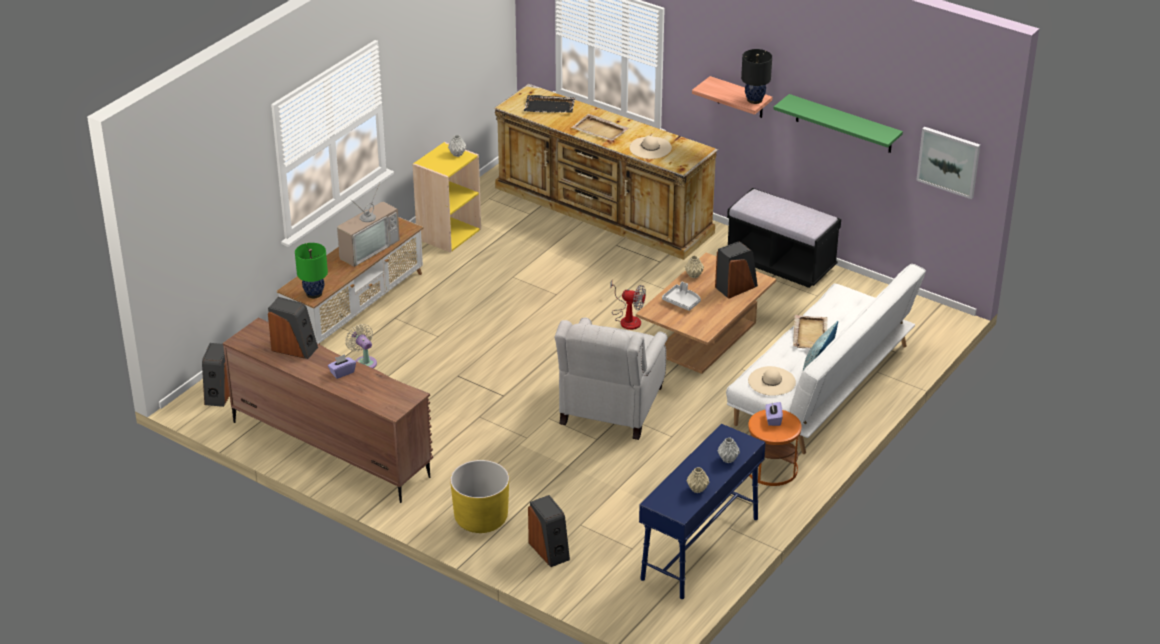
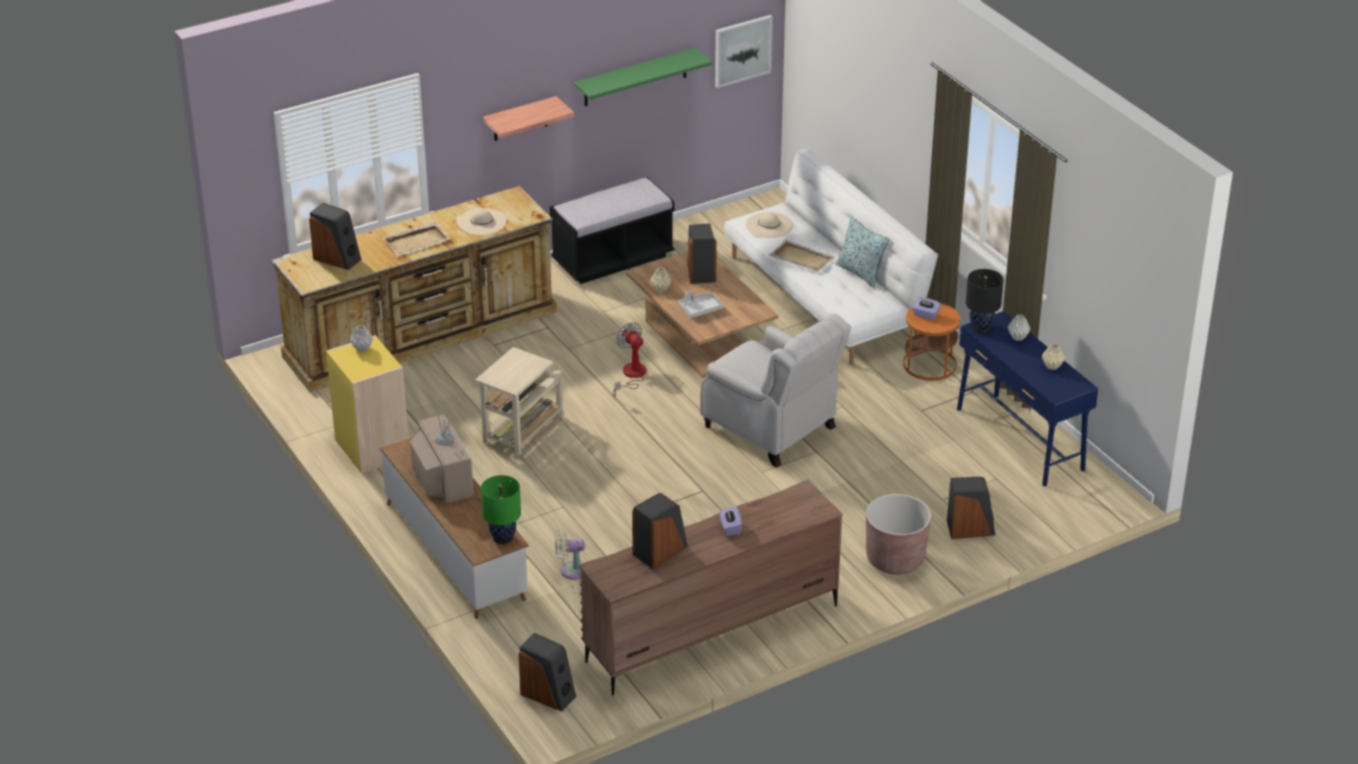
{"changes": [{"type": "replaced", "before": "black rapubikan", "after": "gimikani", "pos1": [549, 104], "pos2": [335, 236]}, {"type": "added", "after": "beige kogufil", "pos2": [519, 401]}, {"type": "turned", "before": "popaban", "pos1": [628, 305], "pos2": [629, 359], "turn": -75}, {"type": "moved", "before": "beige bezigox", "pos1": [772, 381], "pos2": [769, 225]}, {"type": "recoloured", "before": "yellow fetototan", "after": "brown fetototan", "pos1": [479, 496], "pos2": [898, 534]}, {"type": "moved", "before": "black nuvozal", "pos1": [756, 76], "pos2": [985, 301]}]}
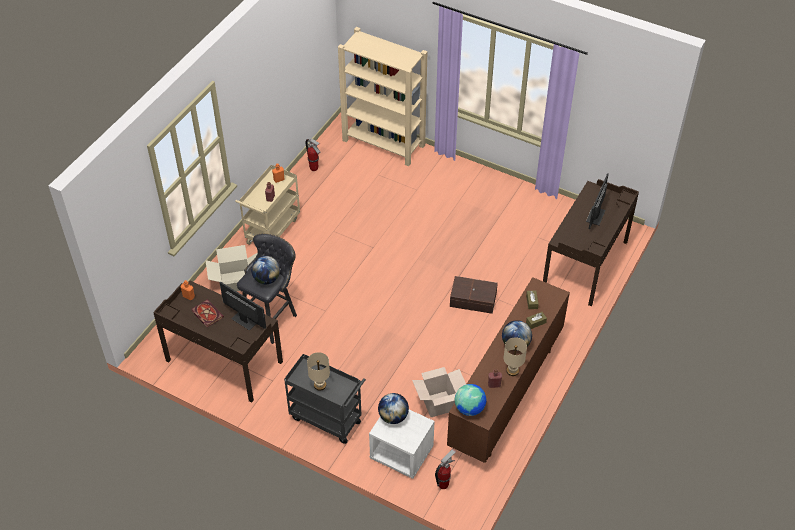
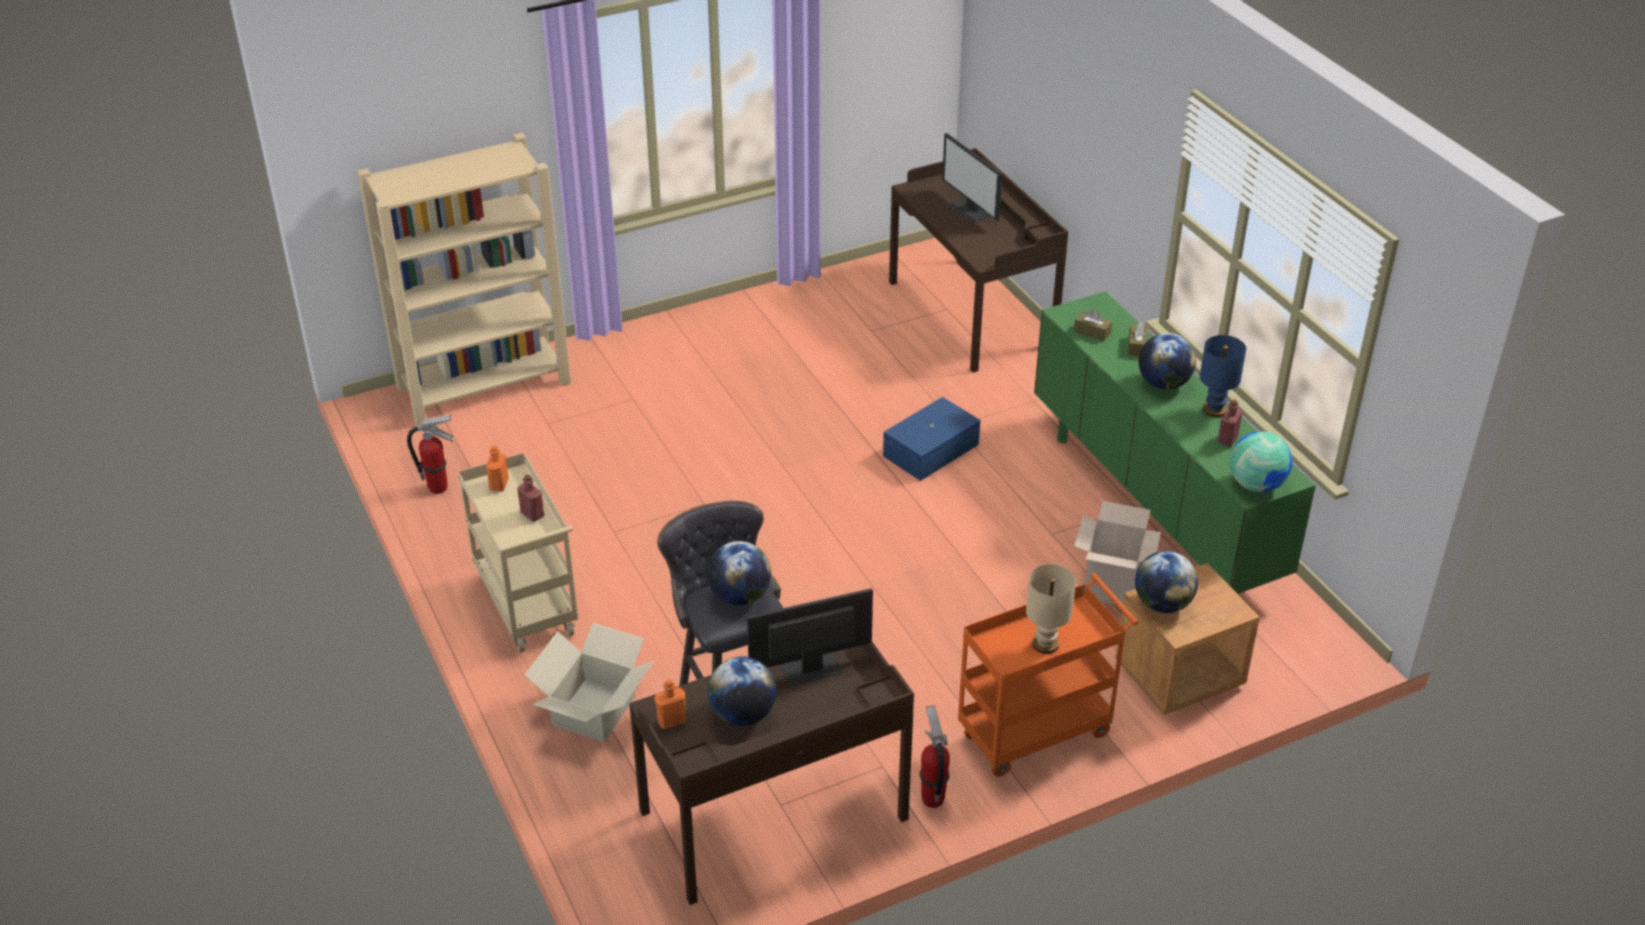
{"changes": [{"type": "replaced", "before": "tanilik", "after": "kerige", "pos1": [208, 313], "pos2": [742, 691]}, {"type": "recoloured", "before": "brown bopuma", "after": "blue bopuma", "pos1": [474, 295], "pos2": [931, 439]}, {"type": "moved", "before": "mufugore", "pos1": [445, 469], "pos2": [934, 757]}, {"type": "recoloured", "before": "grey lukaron", "after": "orange lukaron", "pos1": [325, 399], "pos2": [1048, 675]}, {"type": "recoloured", "before": "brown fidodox", "after": "green fidodox", "pos1": [508, 370], "pos2": [1175, 442]}, {"type": "recoloured", "before": "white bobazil", "after": "brown bobazil", "pos1": [401, 444], "pos2": [1187, 639]}, {"type": "recoloured", "before": "beige nuvozal", "after": "blue nuvozal", "pos1": [515, 356], "pos2": [1223, 376]}]}
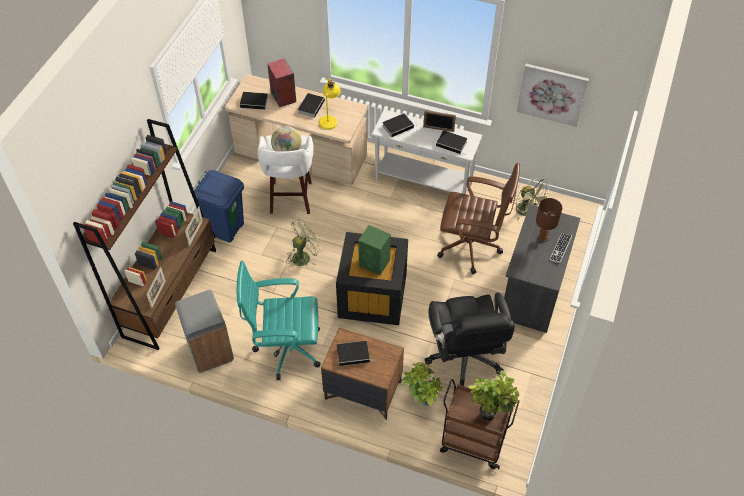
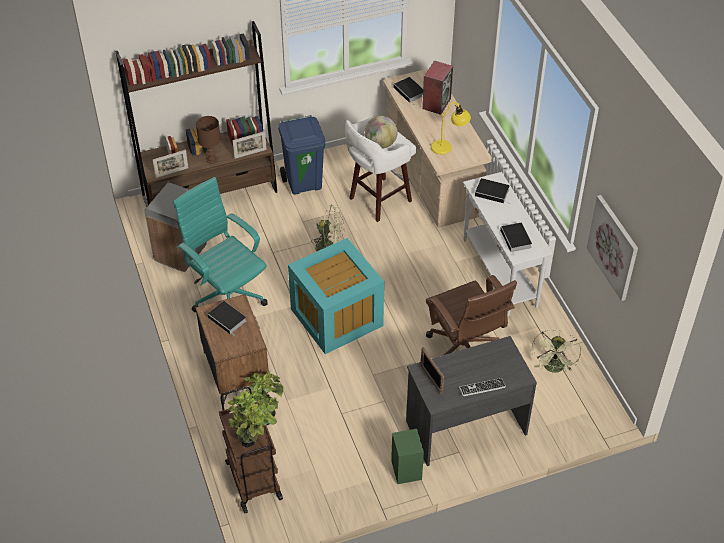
{"changes": [{"type": "moved", "before": "brown nuvozal", "pos1": [549, 220], "pos2": [208, 140]}, {"type": "recoloured", "before": "black bopuma", "after": "turquoise bopuma", "pos1": [372, 278], "pos2": [336, 296]}, {"type": "moved", "before": "green gimikani", "pos1": [374, 250], "pos2": [407, 456]}, {"type": "moved", "before": "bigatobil", "pos1": [439, 121], "pos2": [432, 371]}, {"type": "removed", "before": "tanilik", "pos1": [311, 105]}, {"type": "removed", "before": "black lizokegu", "pos1": [470, 339]}]}
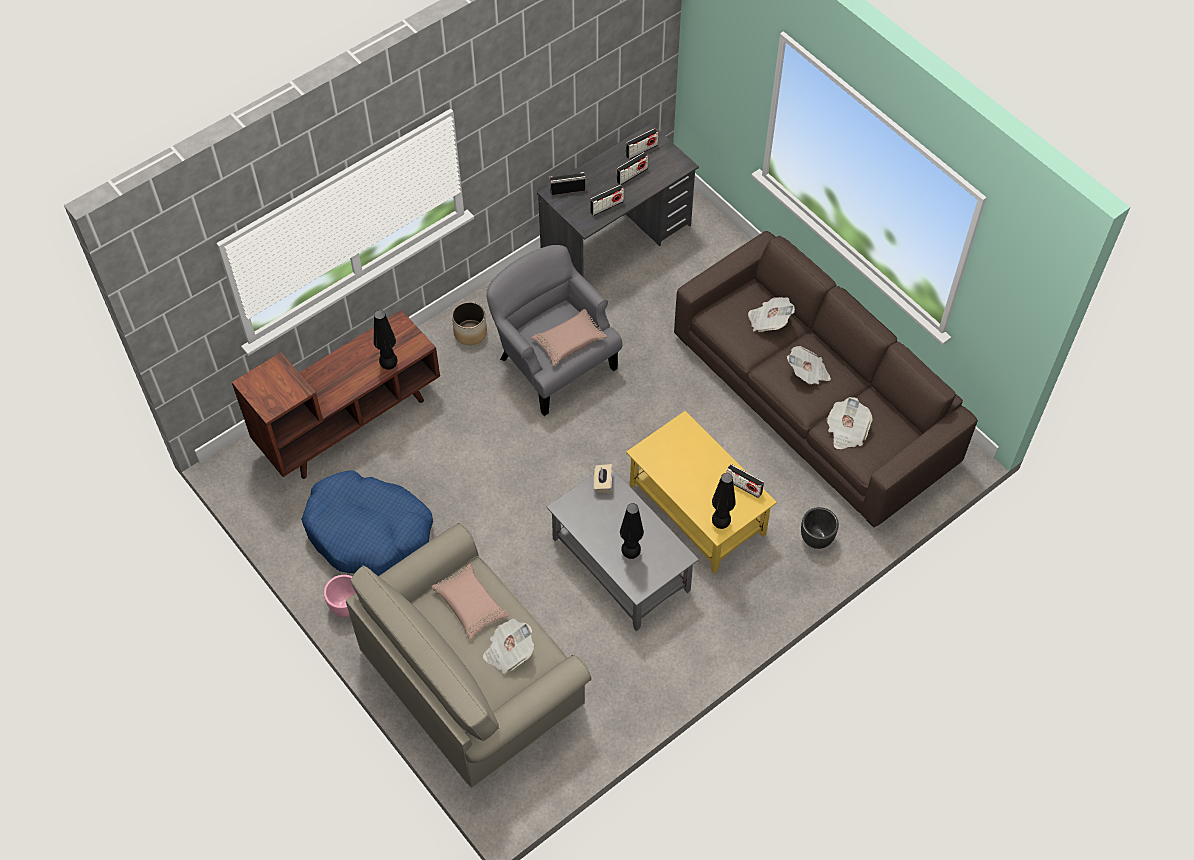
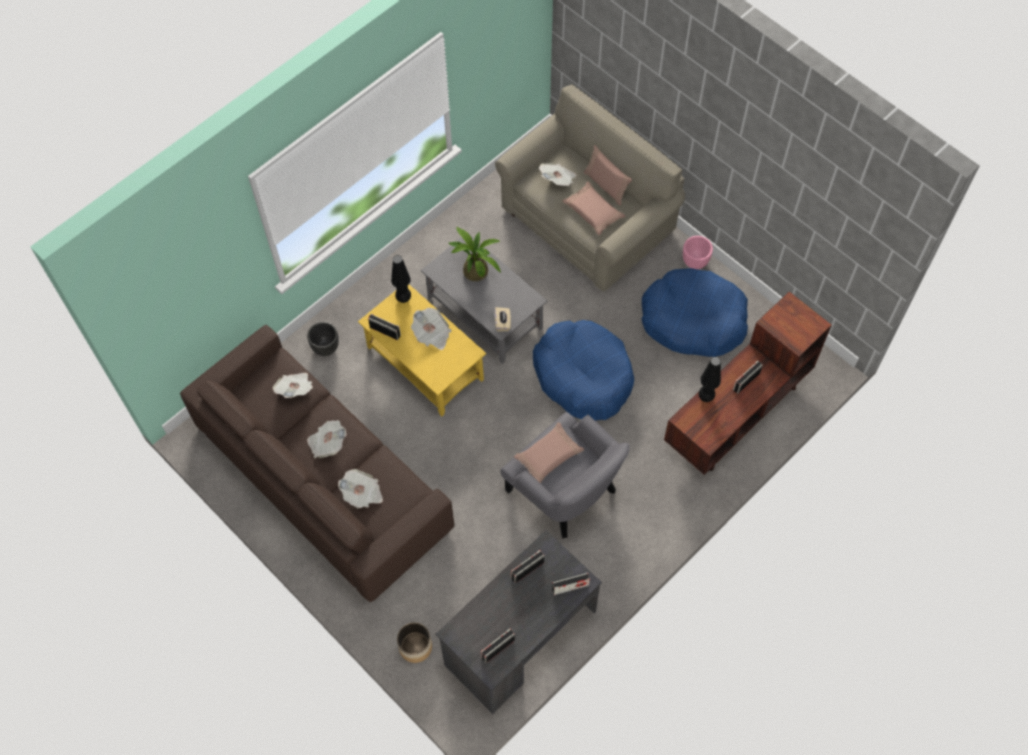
{"changes": [{"type": "moved", "before": "fetototan", "pos1": [469, 323], "pos2": [414, 642]}, {"type": "added", "after": "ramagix", "pos2": [431, 329]}, {"type": "replaced", "before": "black nuvozal", "after": "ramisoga", "pos1": [632, 531], "pos2": [475, 254]}, {"type": "added", "after": "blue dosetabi", "pos2": [583, 370]}, {"type": "added", "after": "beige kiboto", "pos2": [608, 175]}, {"type": "moved", "before": "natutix", "pos1": [632, 168], "pos2": [748, 377]}]}
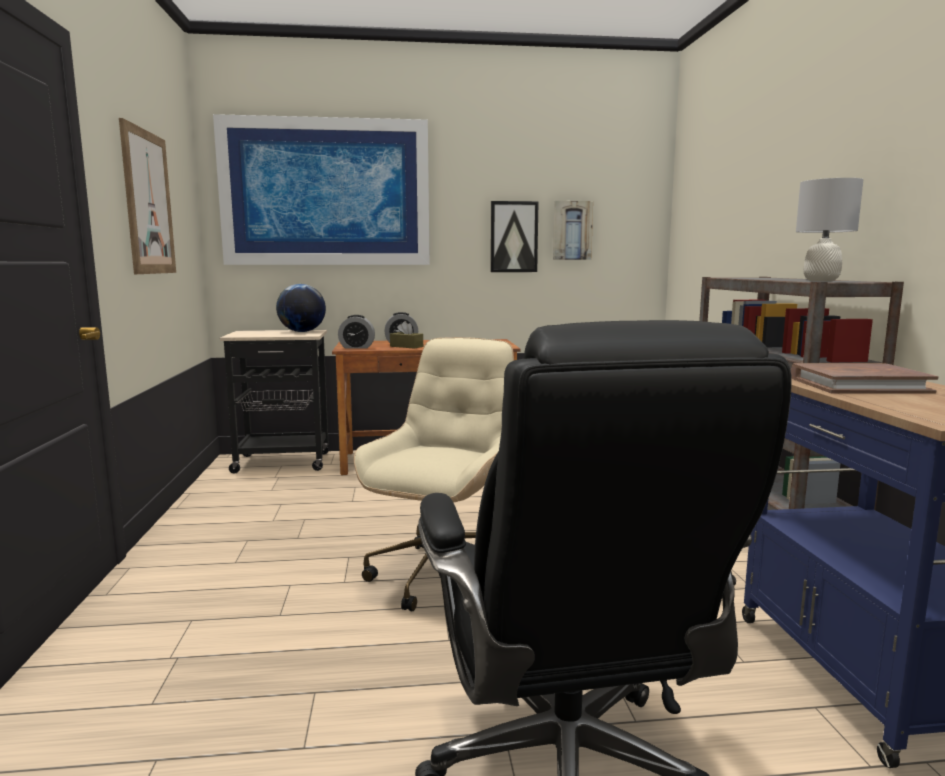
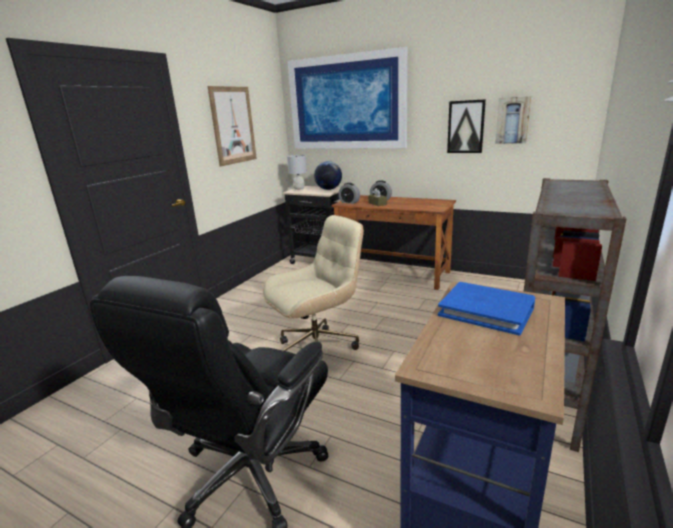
{"changes": [{"type": "moved", "before": "grey nuvozal", "pos1": [830, 230], "pos2": [297, 172]}, {"type": "recoloured", "before": "brown tanilik", "after": "blue tanilik", "pos1": [865, 378], "pos2": [486, 309]}]}
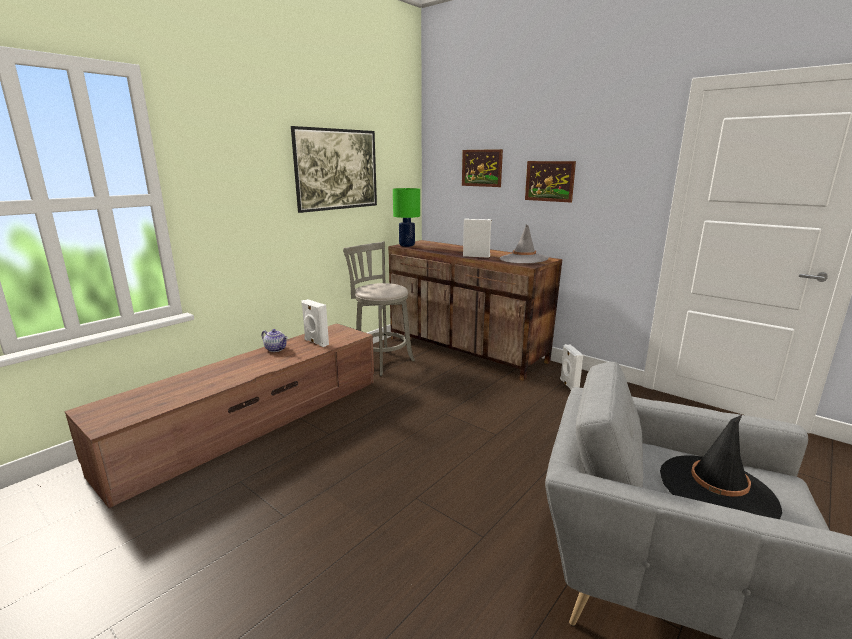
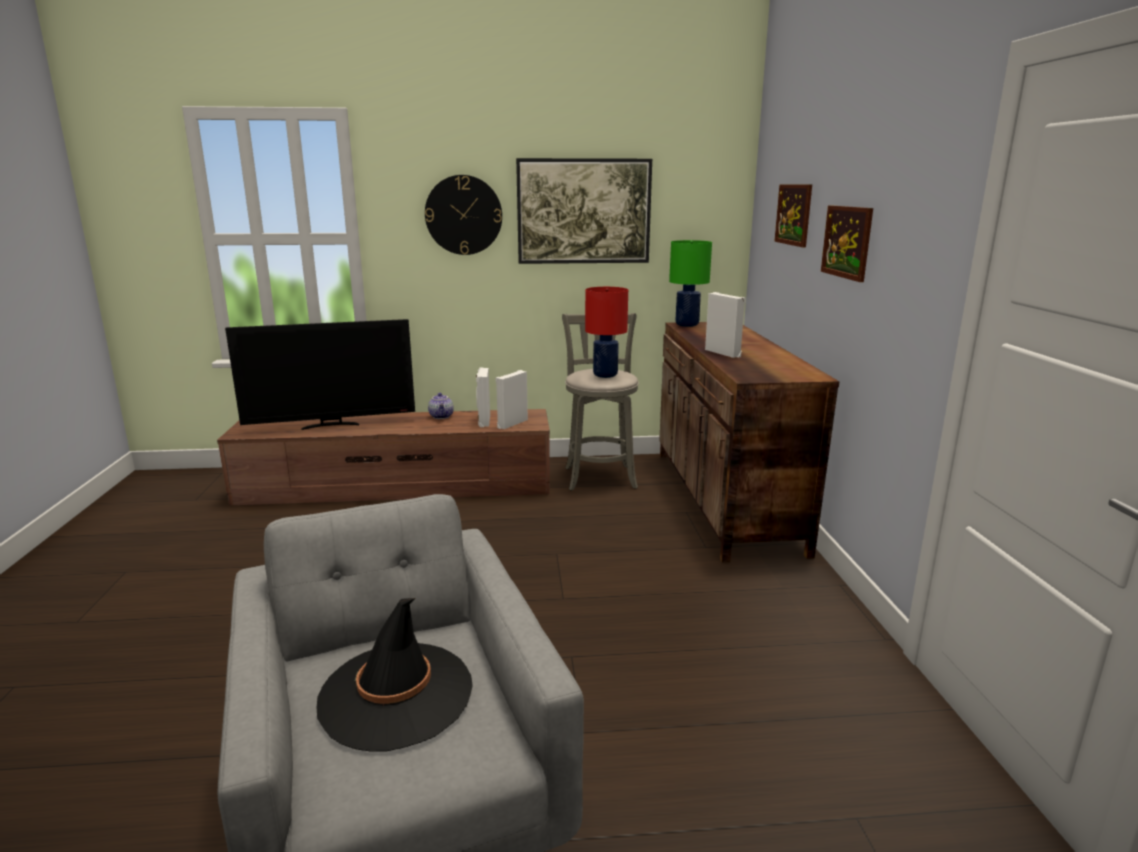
{"changes": [{"type": "added", "after": "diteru", "pos2": [320, 374]}, {"type": "added", "after": "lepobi", "pos2": [463, 215]}, {"type": "moved", "before": "white gimikani", "pos1": [571, 367], "pos2": [512, 399]}, {"type": "added", "after": "red nuvozal", "pos2": [606, 332]}, {"type": "removed", "before": "grey bezigox", "pos1": [524, 243]}]}
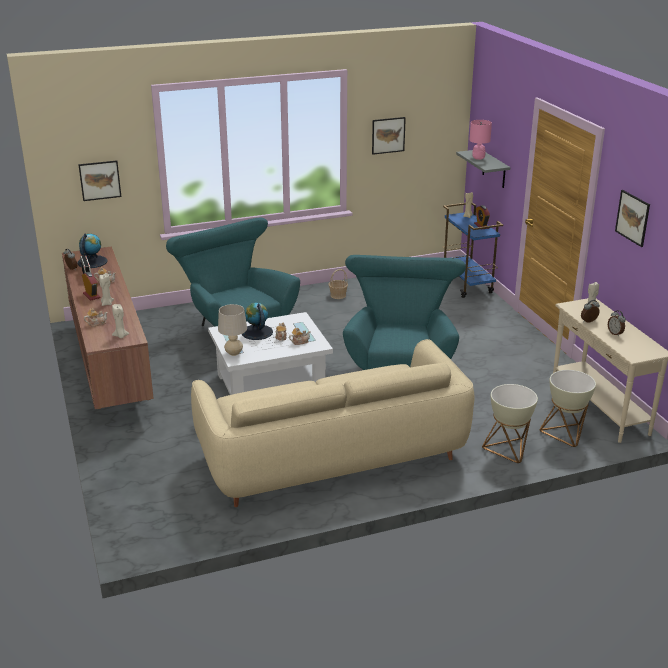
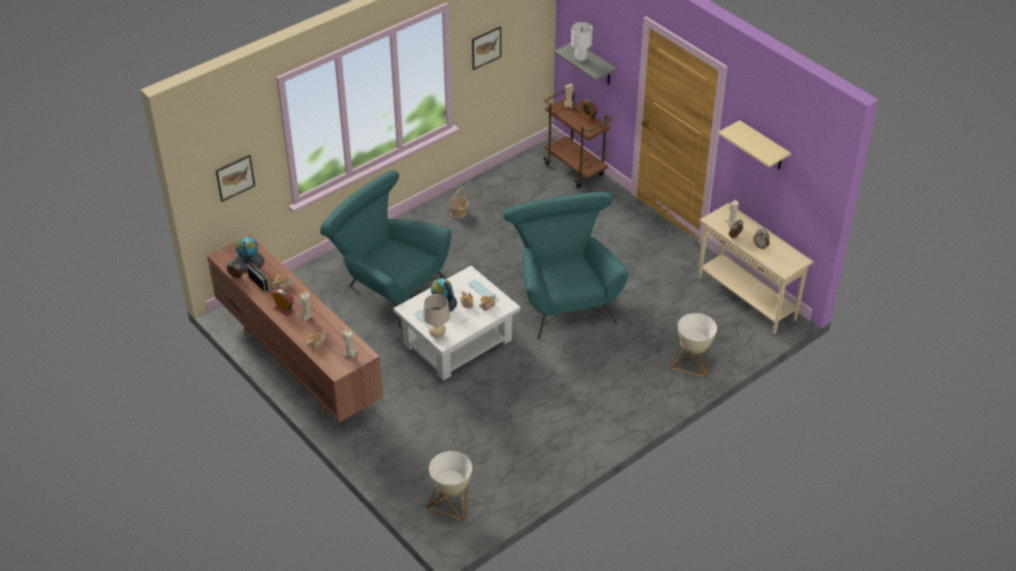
{"changes": [{"type": "moved", "before": "fetototan", "pos1": [568, 408], "pos2": [450, 486]}, {"type": "recoloured", "before": "blue lukaron", "after": "brown lukaron", "pos1": [472, 250], "pos2": [578, 139]}, {"type": "recoloured", "before": "pink nuvozal", "after": "white nuvozal", "pos1": [481, 140], "pos2": [582, 41]}, {"type": "replaced", "before": "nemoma", "after": "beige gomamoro", "pos1": [632, 218], "pos2": [754, 144]}, {"type": "removed", "before": "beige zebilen", "pos1": [332, 423]}]}
